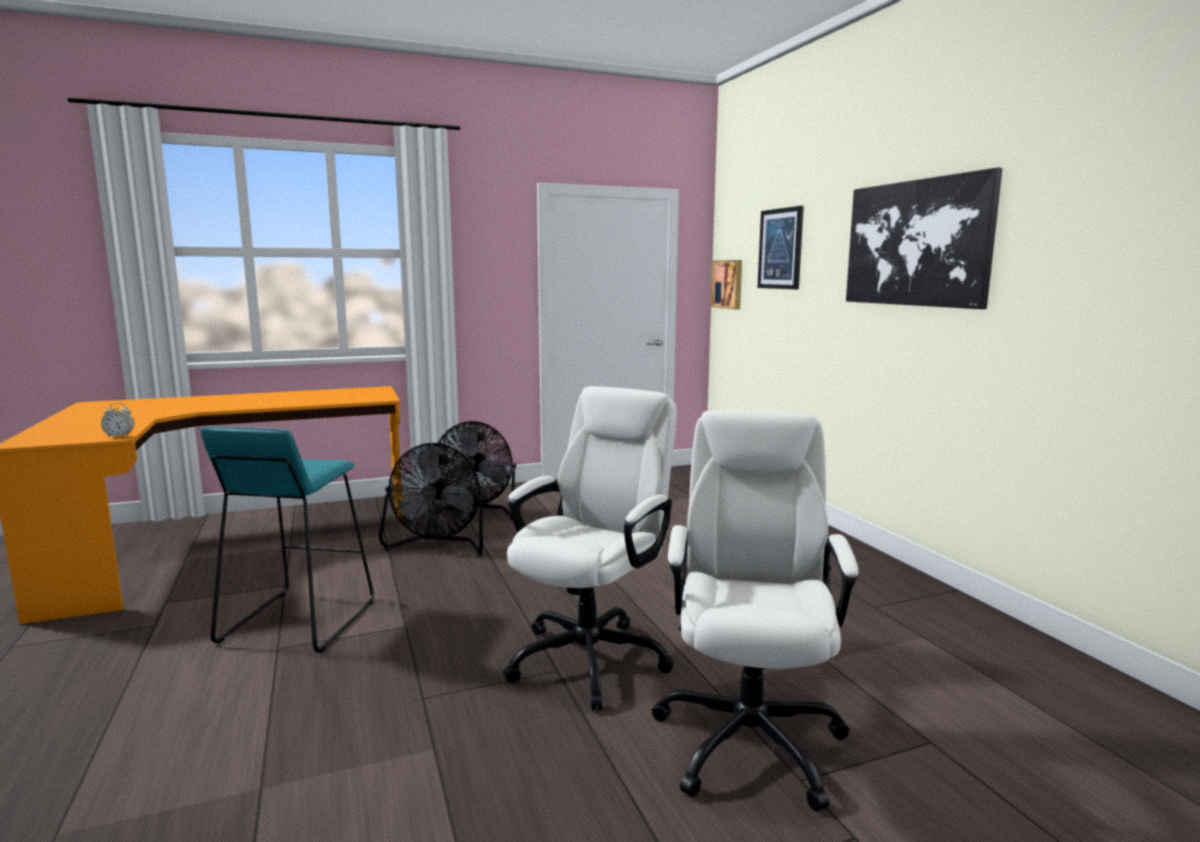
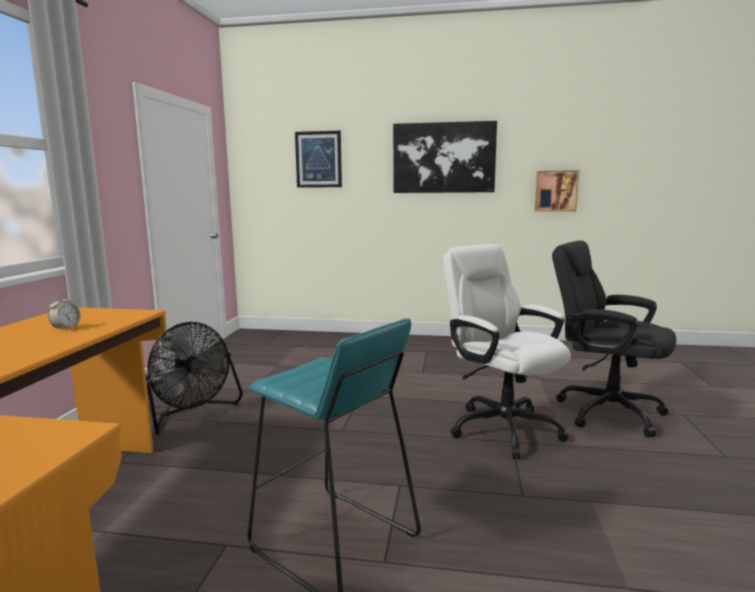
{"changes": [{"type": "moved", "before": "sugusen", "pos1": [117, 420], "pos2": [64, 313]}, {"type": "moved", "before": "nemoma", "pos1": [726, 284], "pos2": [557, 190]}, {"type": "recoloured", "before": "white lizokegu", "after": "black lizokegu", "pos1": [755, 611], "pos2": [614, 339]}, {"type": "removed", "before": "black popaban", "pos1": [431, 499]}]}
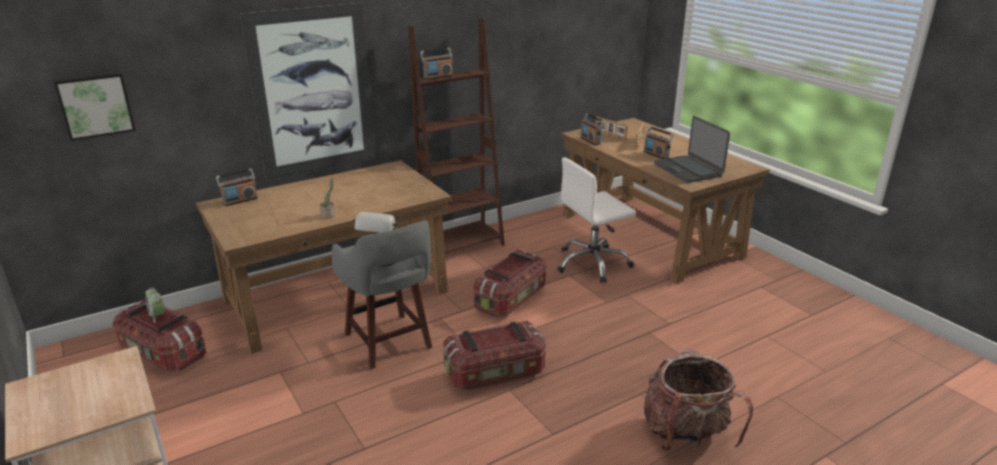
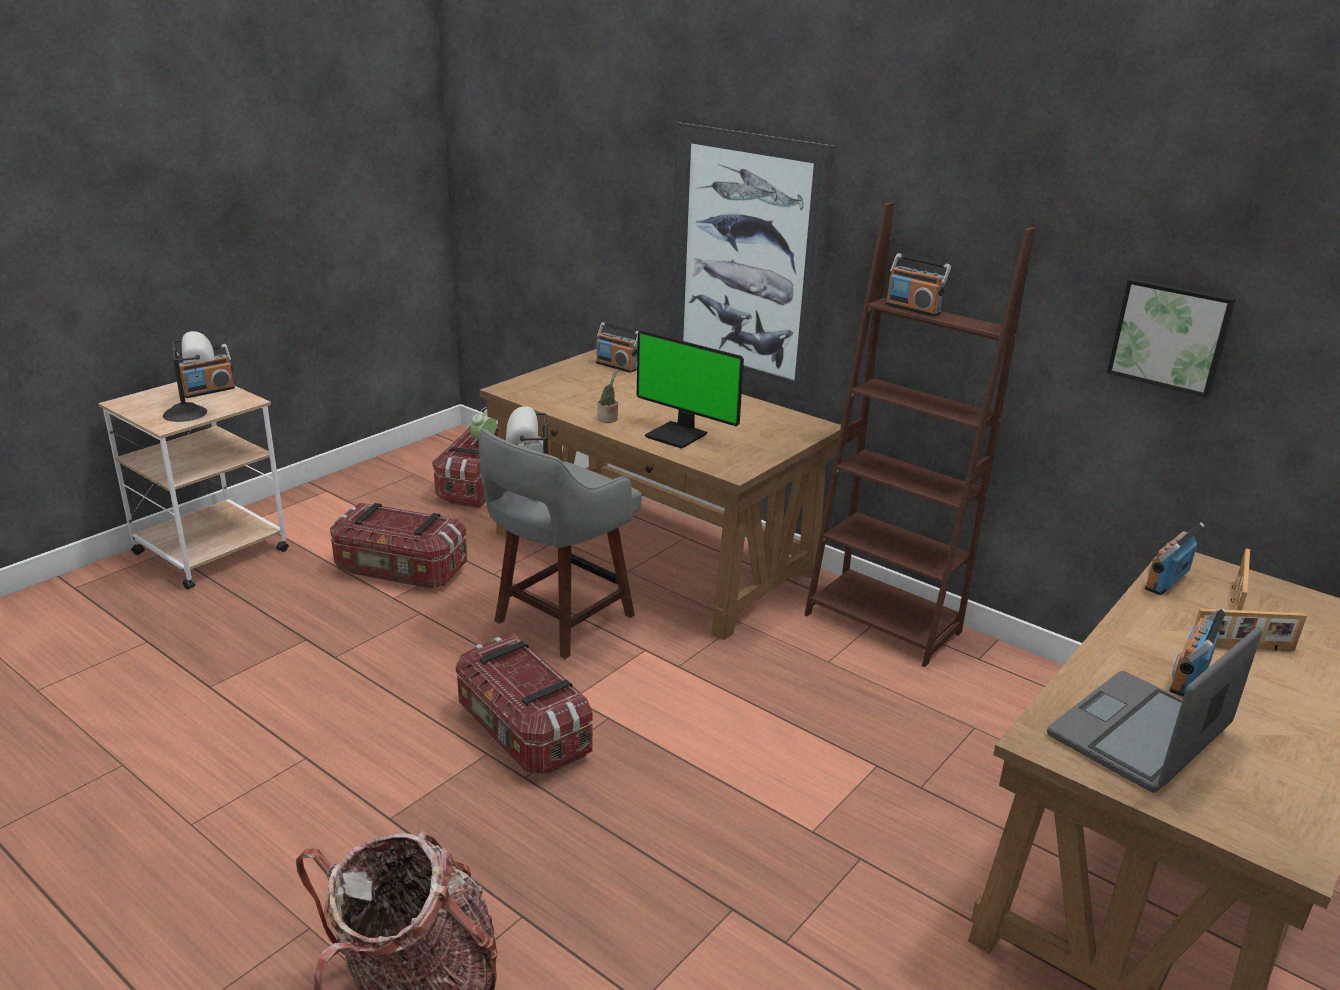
{"changes": [{"type": "added", "after": "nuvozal", "pos2": [189, 376]}, {"type": "added", "after": "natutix", "pos2": [206, 371]}, {"type": "moved", "before": "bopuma", "pos1": [510, 284], "pos2": [398, 546]}, {"type": "added", "after": "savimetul", "pos2": [690, 389]}, {"type": "moved", "before": "nemoma", "pos1": [95, 107], "pos2": [1171, 337]}, {"type": "removed", "before": "white lizokegu", "pos1": [597, 220]}]}
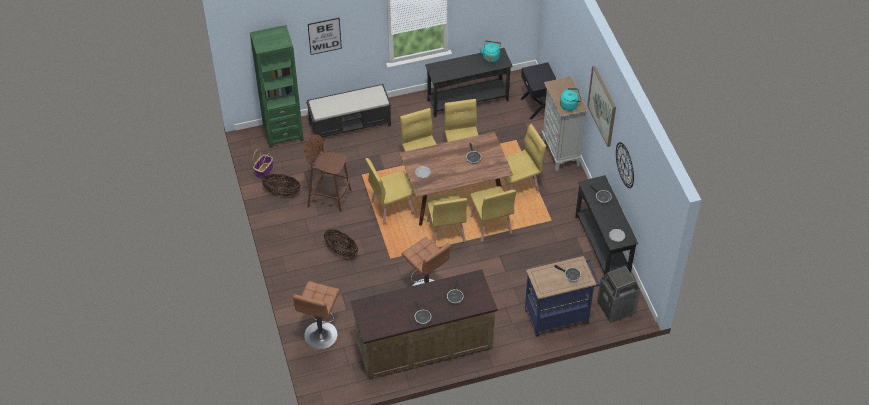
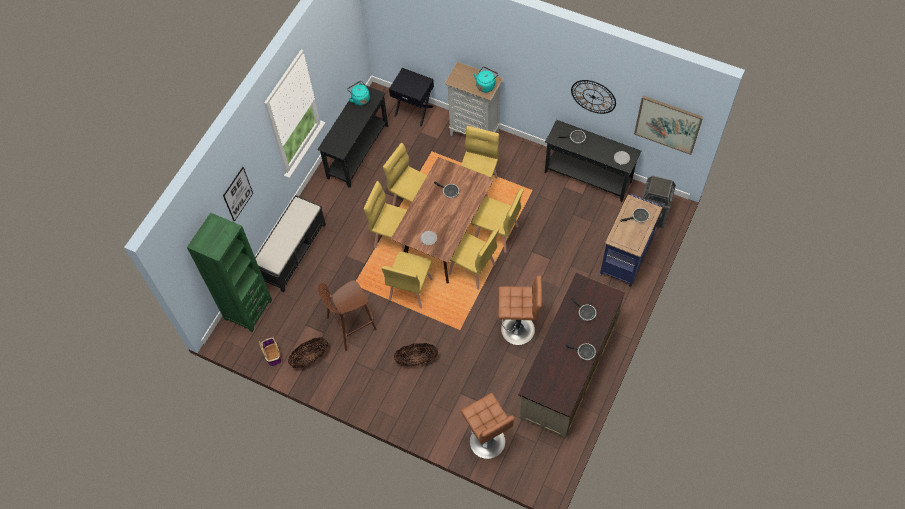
{"changes": [{"type": "moved", "before": "nemoma", "pos1": [601, 106], "pos2": [668, 125]}]}
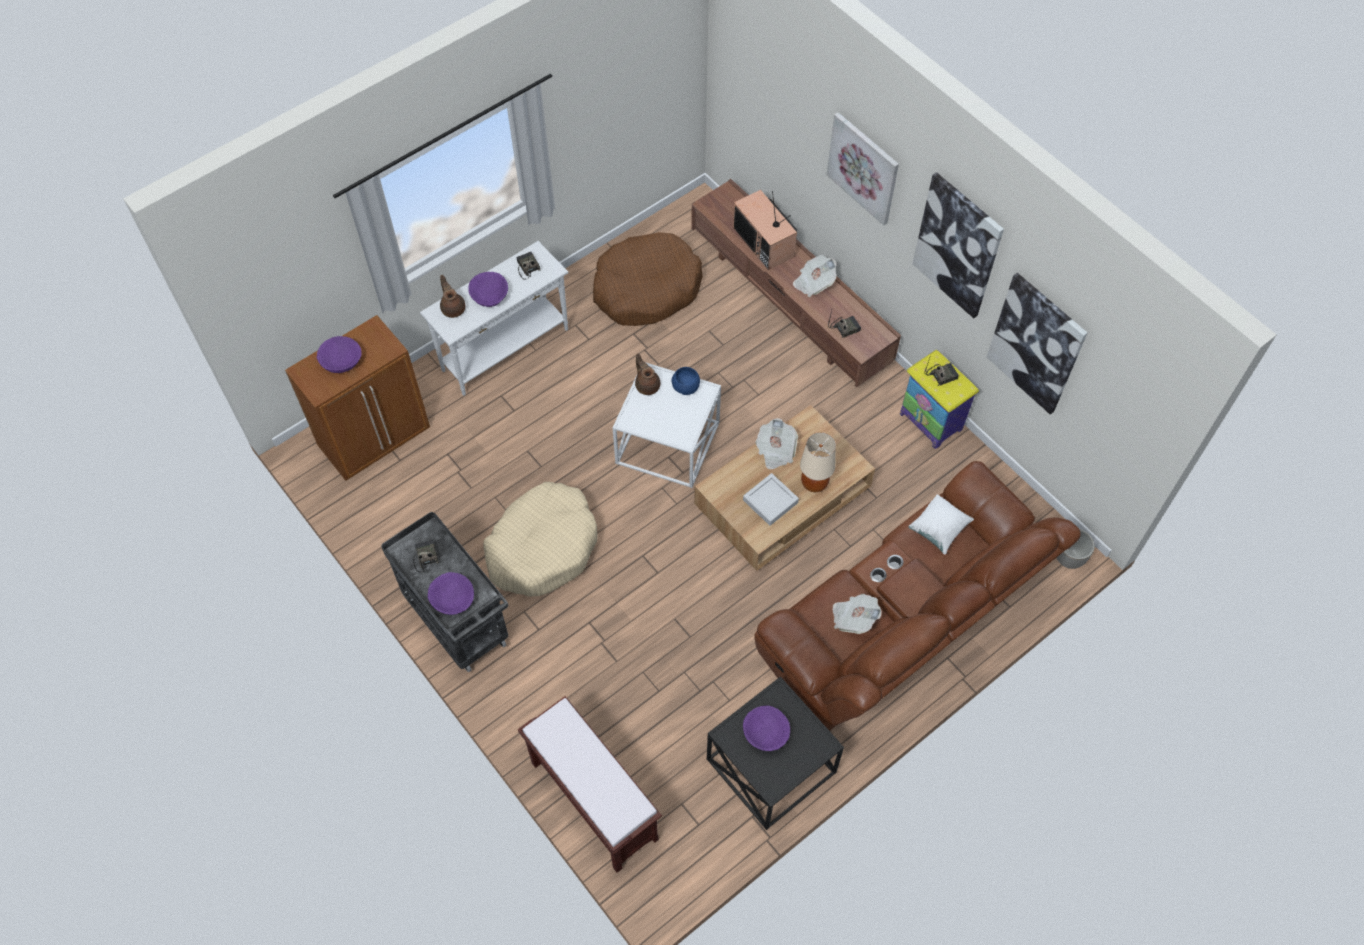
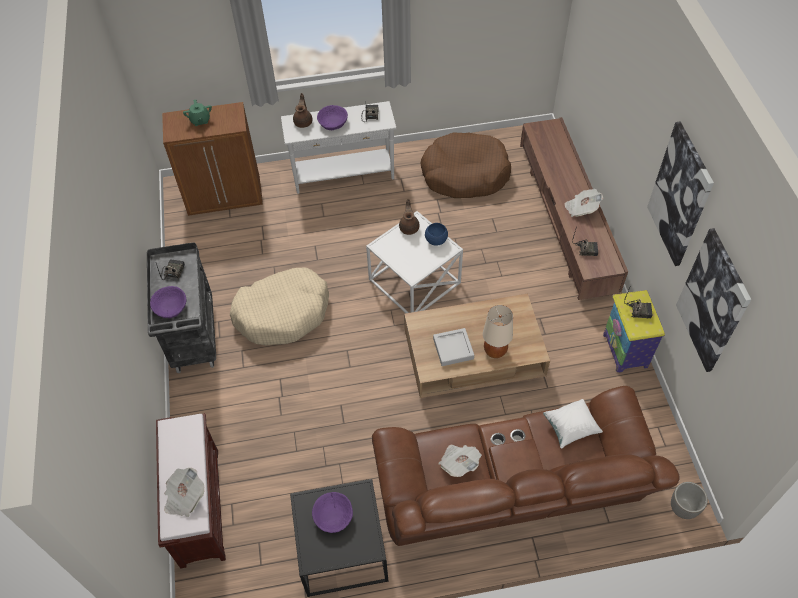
{"changes": [{"type": "moved", "before": "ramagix", "pos1": [776, 444], "pos2": [184, 492]}, {"type": "replaced", "before": "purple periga", "after": "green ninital", "pos1": [339, 354], "pos2": [197, 113]}, {"type": "removed", "before": "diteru", "pos1": [765, 230]}, {"type": "removed", "before": "nemoma", "pos1": [863, 169]}]}
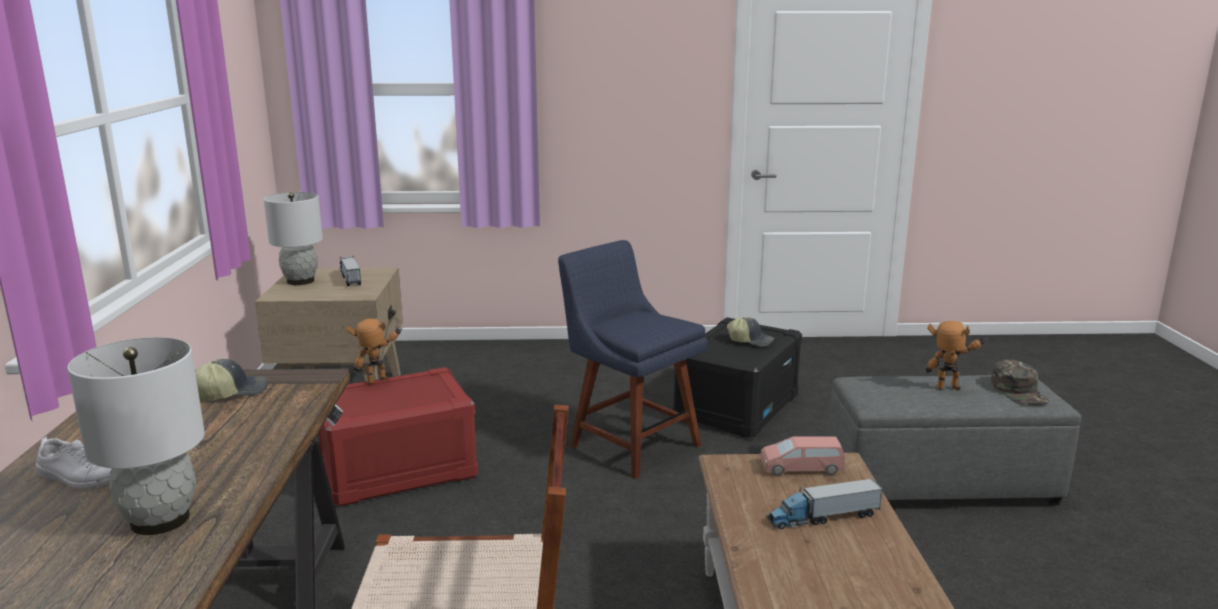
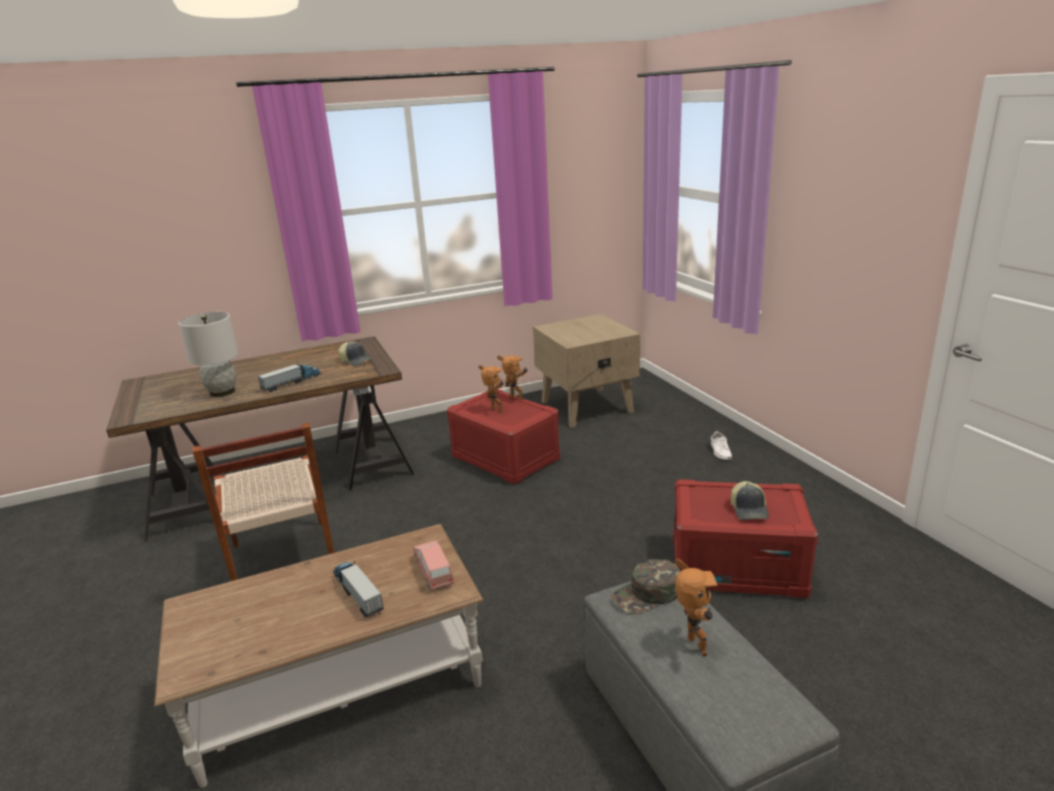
{"changes": [{"type": "moved", "before": "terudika", "pos1": [350, 271], "pos2": [289, 377]}, {"type": "added", "after": "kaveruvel", "pos2": [491, 389]}, {"type": "moved", "before": "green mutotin", "pos1": [1020, 382], "pos2": [646, 587]}, {"type": "recoloured", "before": "black bopuma", "after": "red bopuma", "pos1": [737, 378], "pos2": [745, 538]}, {"type": "moved", "before": "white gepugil", "pos1": [74, 462], "pos2": [721, 445]}, {"type": "removed", "before": "white nuvozal", "pos1": [293, 238]}, {"type": "removed", "before": "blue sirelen", "pos1": [632, 359]}]}
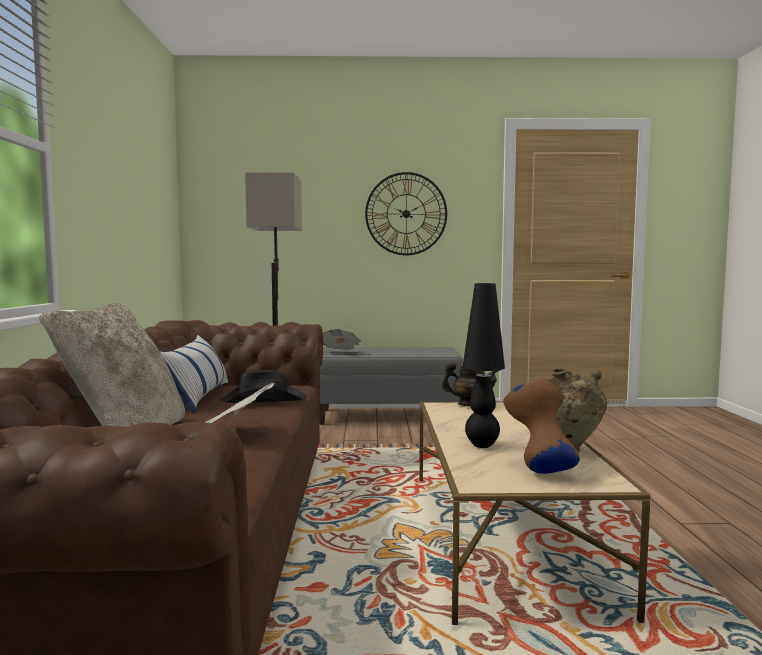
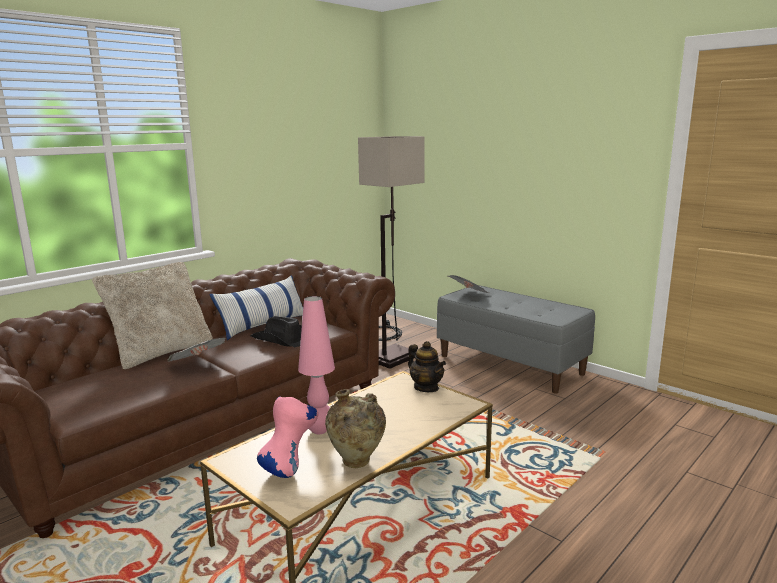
{"changes": [{"type": "recoloured", "before": "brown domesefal", "after": "pink domesefal", "pos1": [541, 426], "pos2": [287, 437]}, {"type": "recoloured", "before": "black nuvozal", "after": "pink nuvozal", "pos1": [483, 365], "pos2": [316, 365]}, {"type": "removed", "before": "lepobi", "pos1": [406, 213]}]}
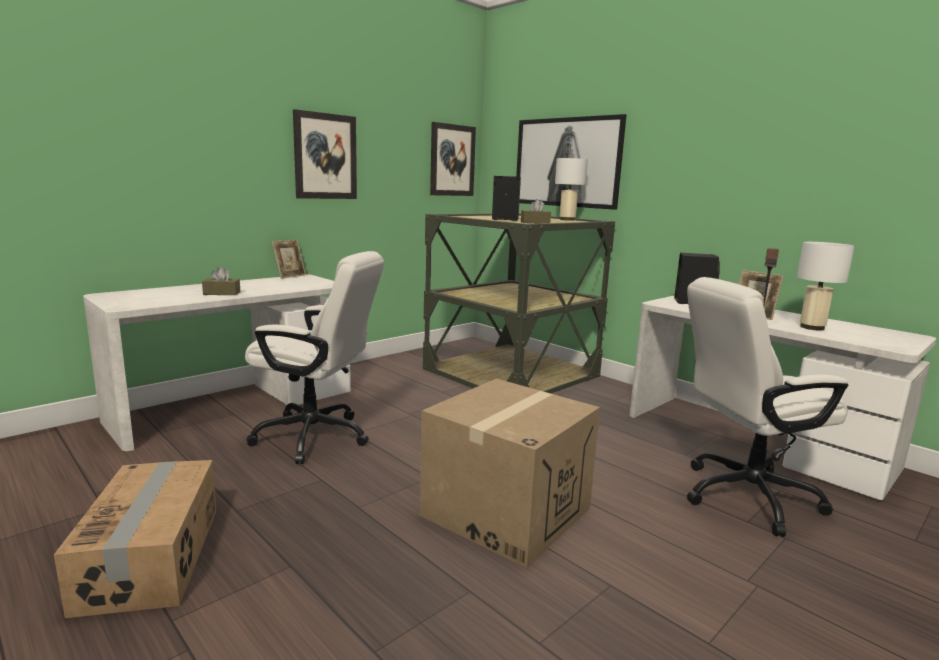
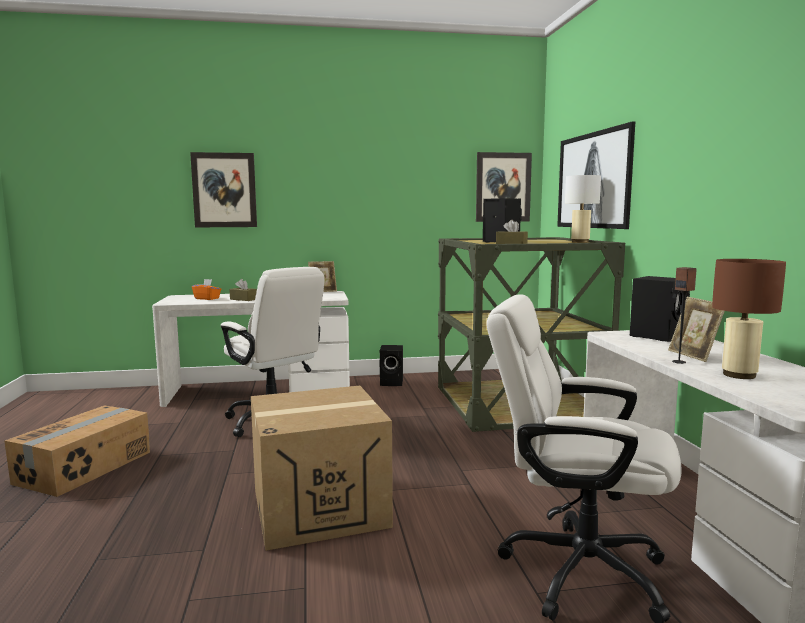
{"changes": [{"type": "moved", "before": "nemoma", "pos1": [325, 154], "pos2": [223, 189]}, {"type": "added", "after": "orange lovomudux", "pos2": [206, 289]}, {"type": "added", "after": "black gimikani", "pos2": [391, 365]}, {"type": "recoloured", "before": "white nuvozal", "after": "brown nuvozal", "pos1": [825, 286], "pos2": [749, 319]}]}
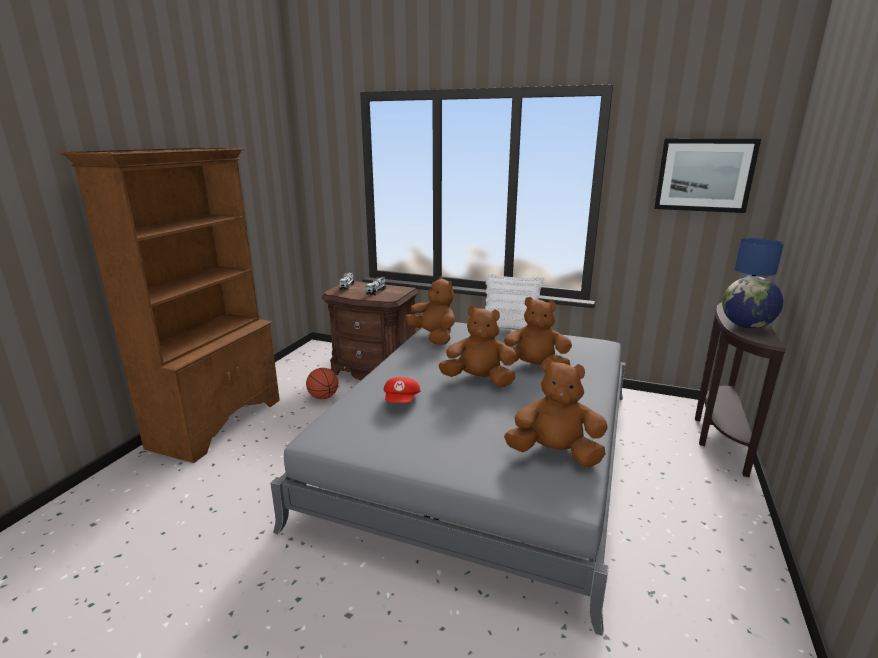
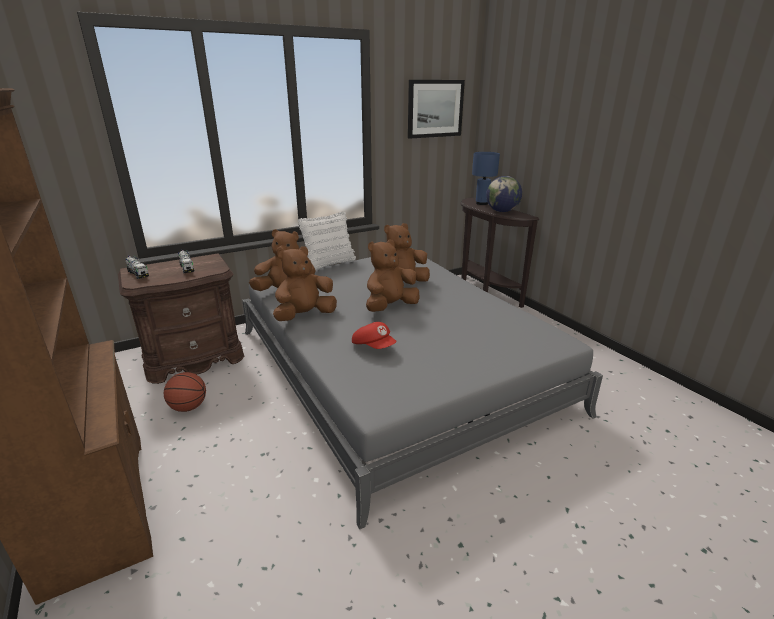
{"changes": [{"type": "moved", "before": "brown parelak", "pos1": [556, 413], "pos2": [305, 283]}]}
